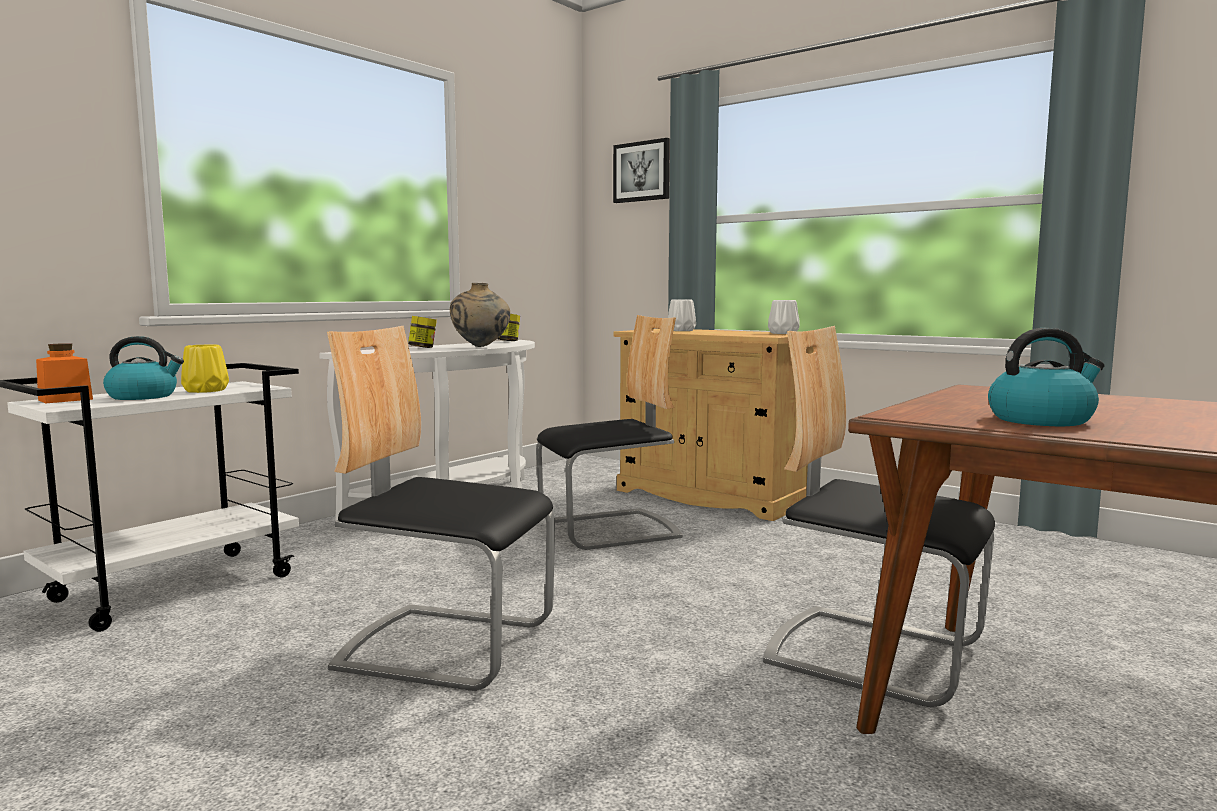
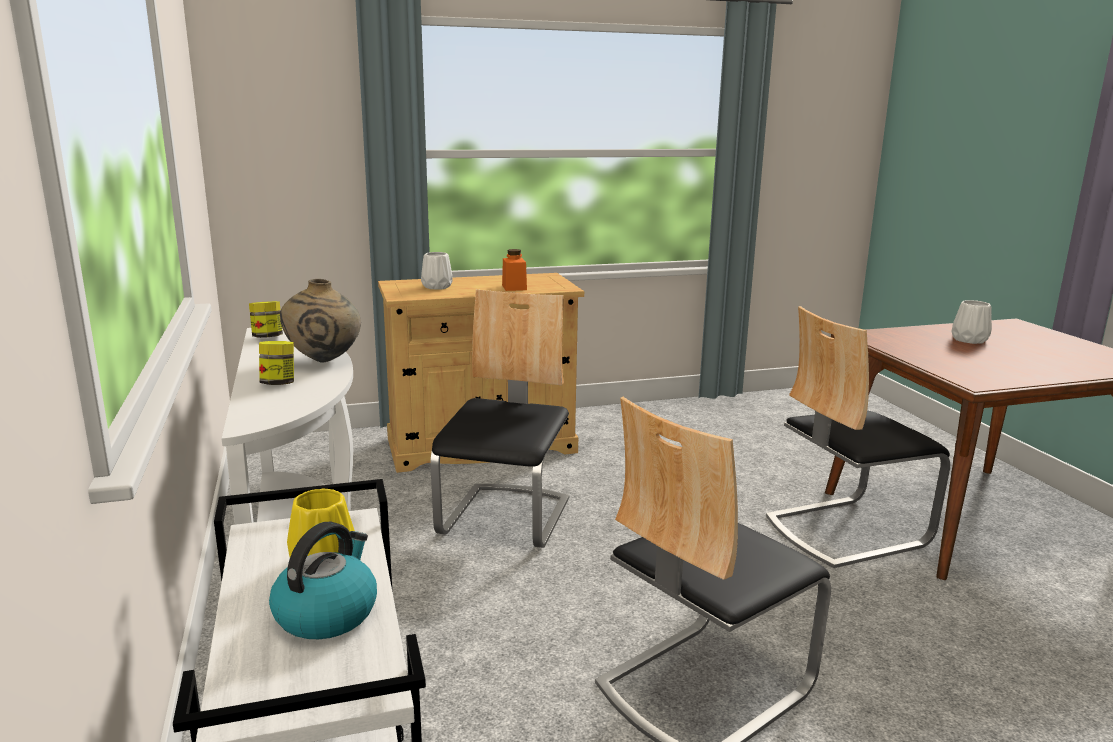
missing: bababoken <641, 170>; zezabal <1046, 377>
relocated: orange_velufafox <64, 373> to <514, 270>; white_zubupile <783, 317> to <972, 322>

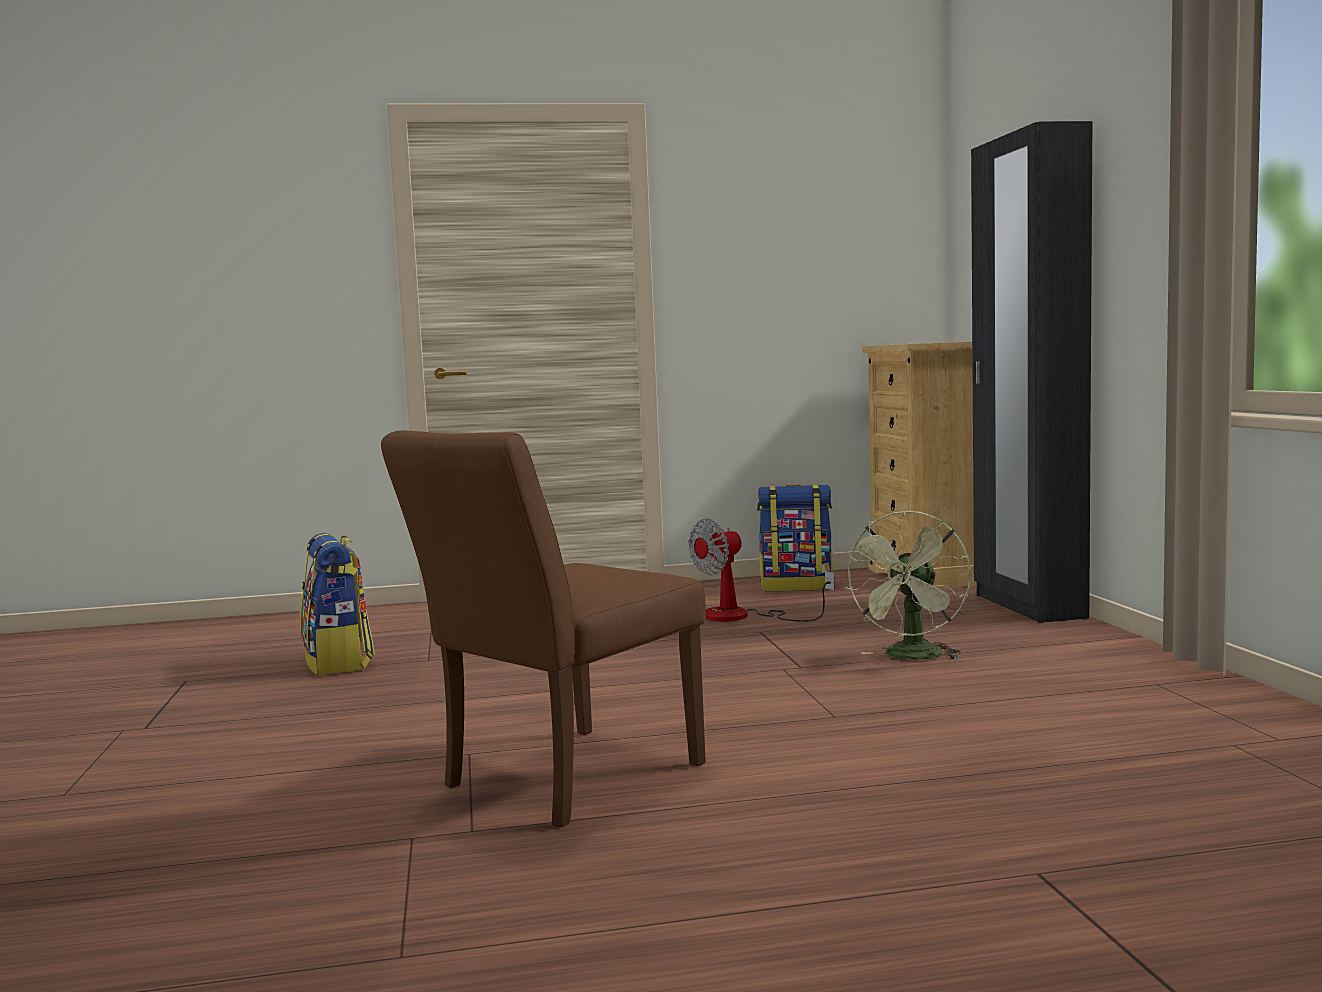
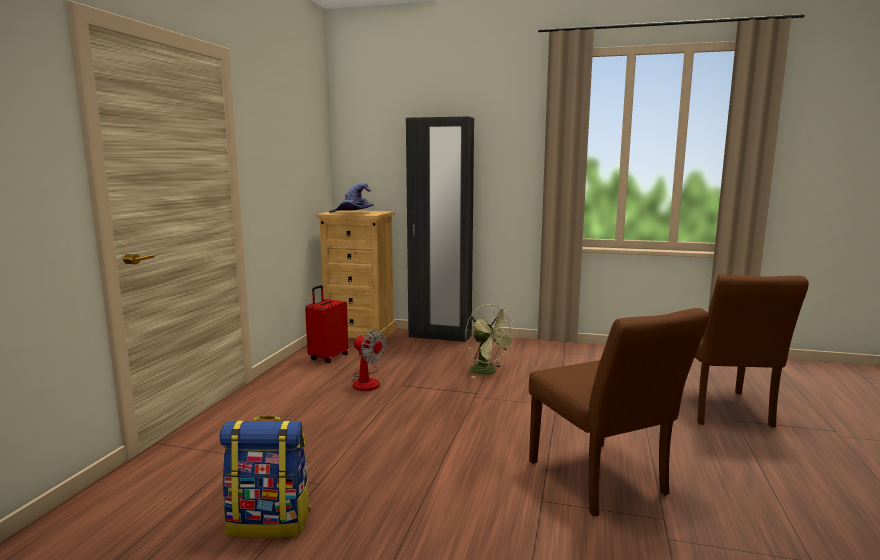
appeared: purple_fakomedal <351, 197>; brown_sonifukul <752, 351>
exchanged: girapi <795, 538> to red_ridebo <326, 324>
spun: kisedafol <761, 570> = <368, 360> 45 degrees counterclockwise

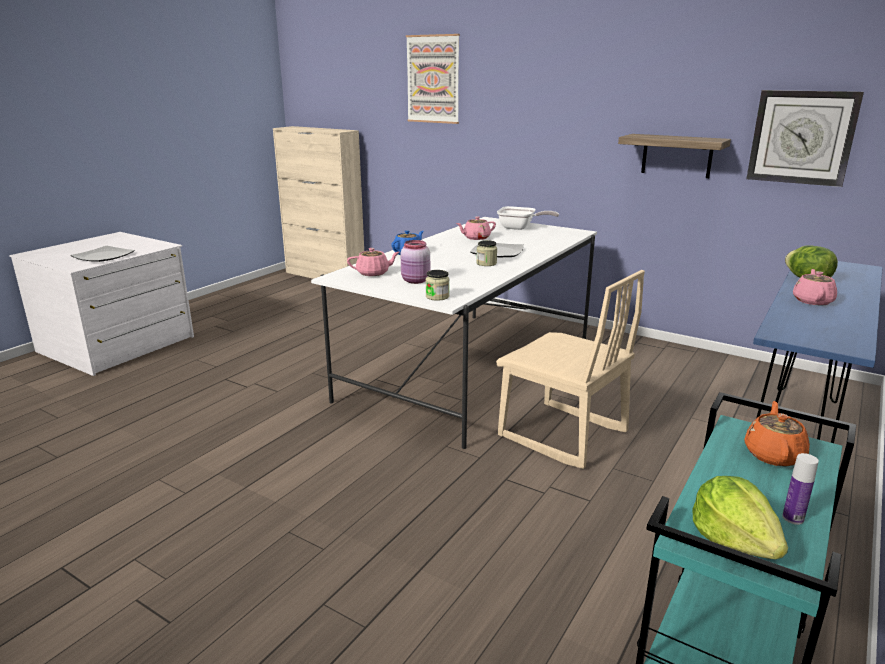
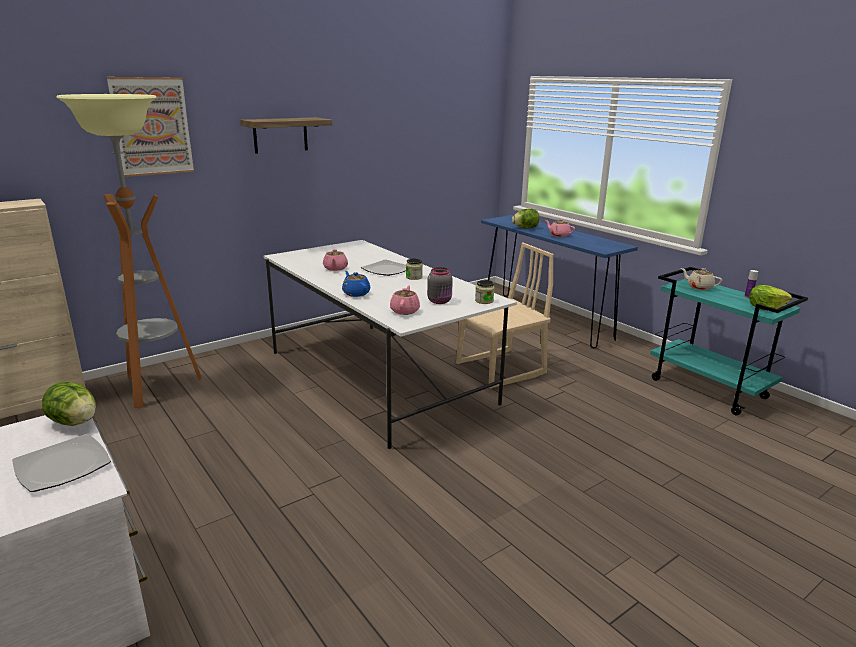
missing: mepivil <528, 218>; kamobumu <805, 138>
appeared: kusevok <69, 404>; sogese <129, 251>
relocated: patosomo <674, 156> to <286, 135>
colour: pink_velufafox <415, 262> to grey_velufafox <440, 285>; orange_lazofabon <777, 434> to beige_lazofabon <701, 279>

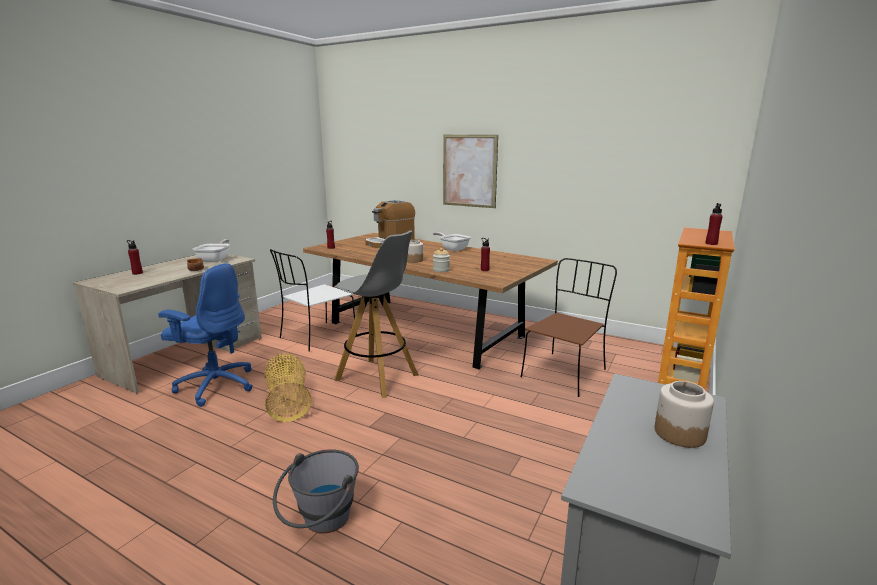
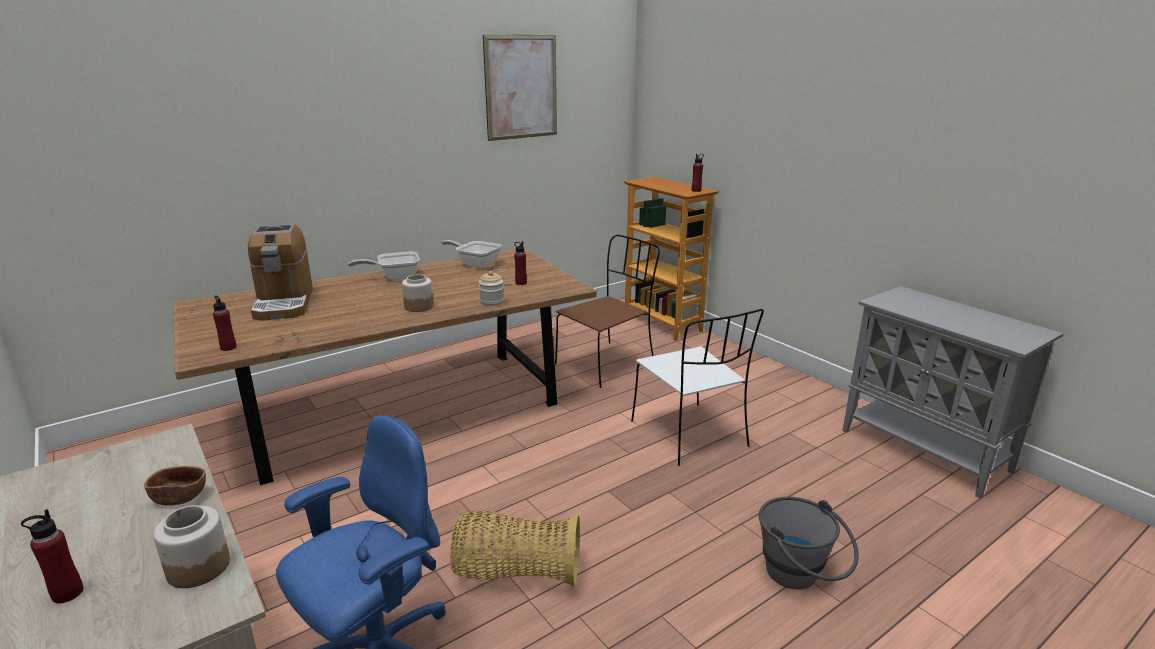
missing: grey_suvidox <376, 314>
relocated: mepivil <211, 250> to <472, 254>; white_sonifukul <313, 300> to <697, 387>; bababoken <470, 171> to <520, 88>; velufafox <684, 414> to <191, 546>
spun: brown_sonifukul <569, 327> = <607, 311> 75 degrees clockwise

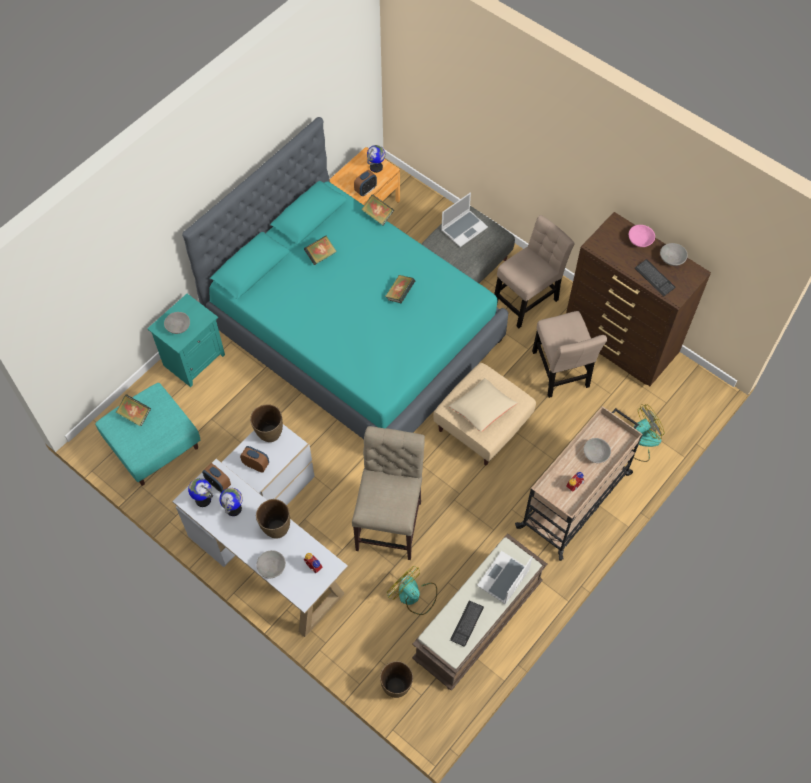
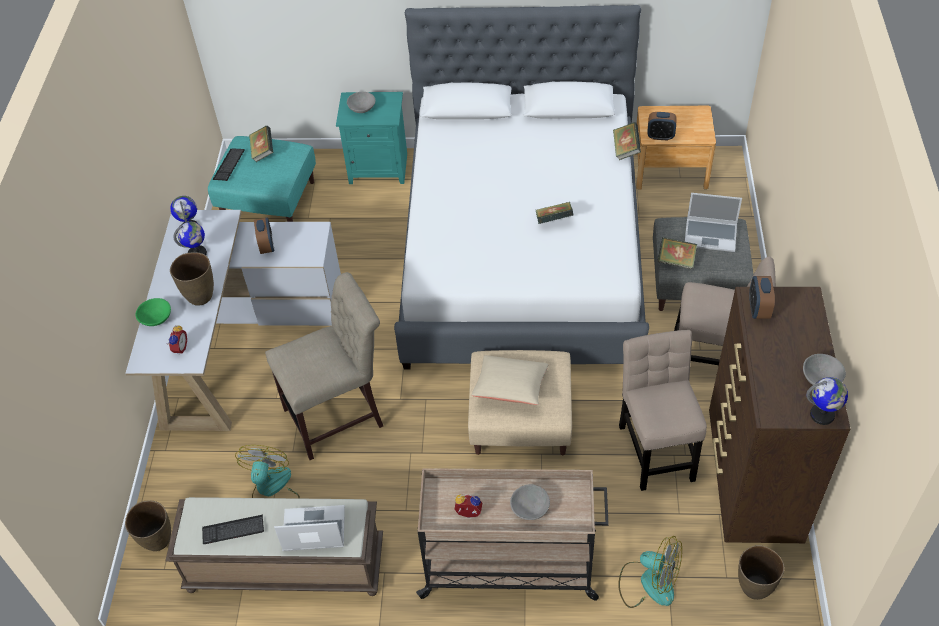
missing: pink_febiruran <642, 236>
relocated: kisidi <216, 478> to <762, 297>; brown_zubupile <266, 423> to <761, 572>; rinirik <320, 250> to <677, 253>; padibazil <376, 159> to <827, 401>; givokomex <655, 277> to <228, 165>
colour: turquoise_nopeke <345, 278> to white_nopeke <521, 187>; grey_febiruran <271, 564> to green_febiruran <153, 312>
spun: beige_sonifukul <569, 354> = <663, 410> 135 degrees clockwise

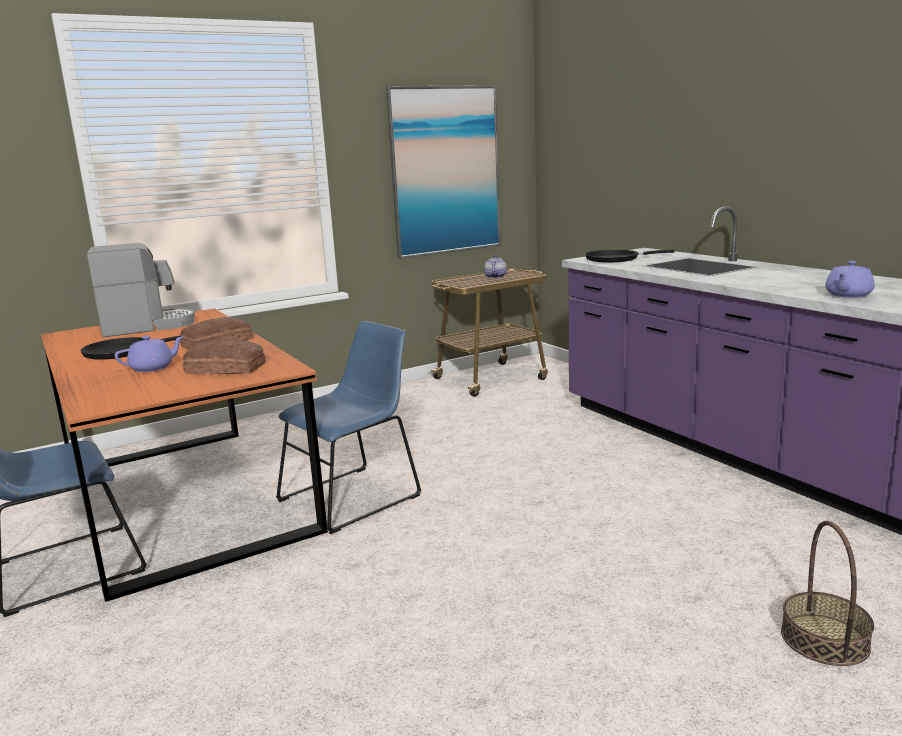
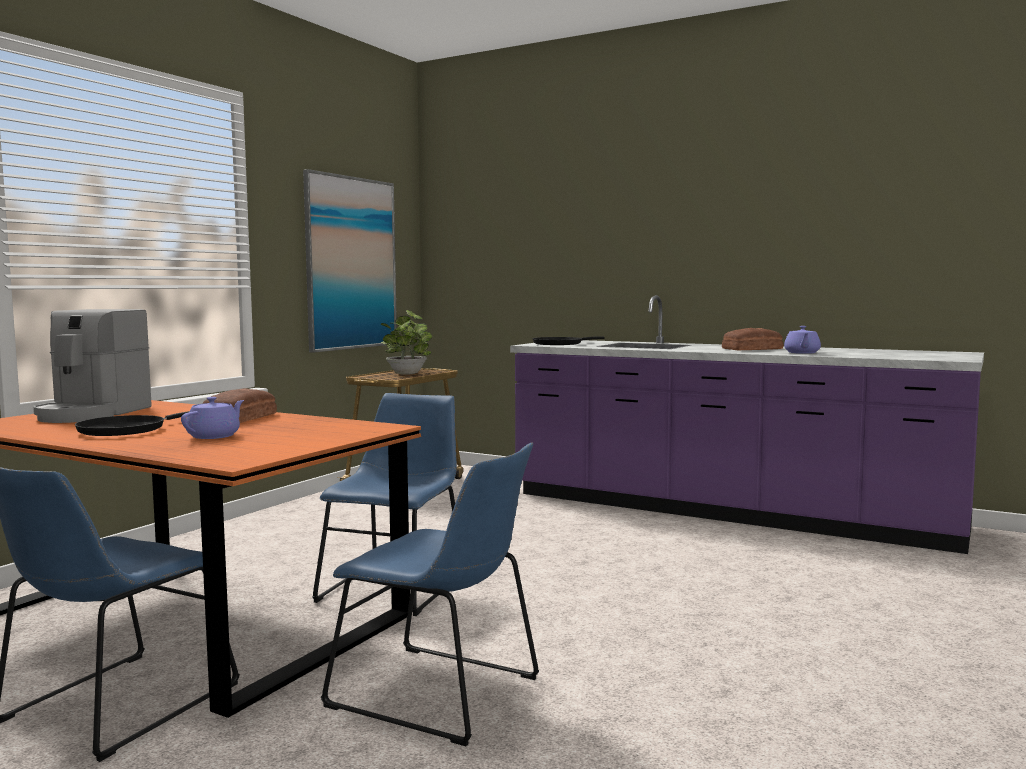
missing: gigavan <827, 593>
appeared: blue_sonifukul <430, 594>
relocated: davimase <224, 357> to <752, 339>
exchanged: lazofabon <495, 266> to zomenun <406, 342>
spun: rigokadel <141, 290> = <92, 366> 150 degrees clockwise

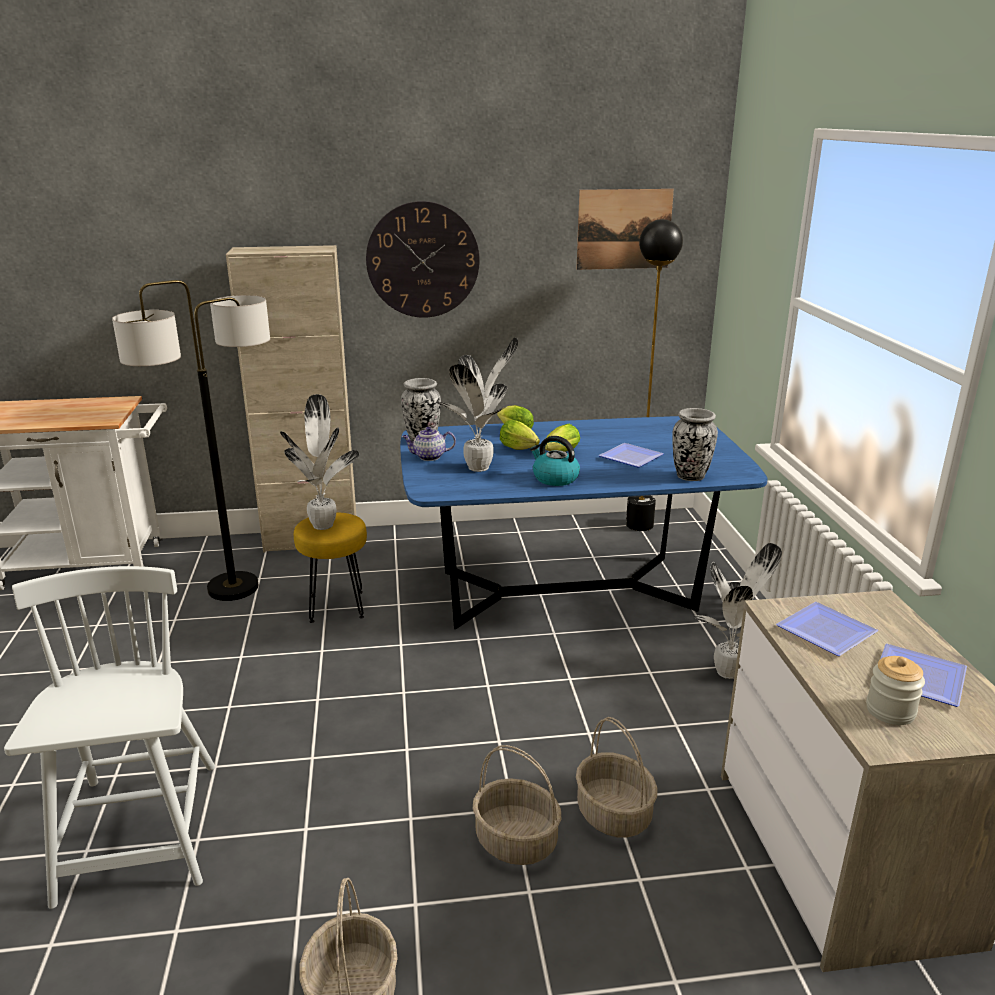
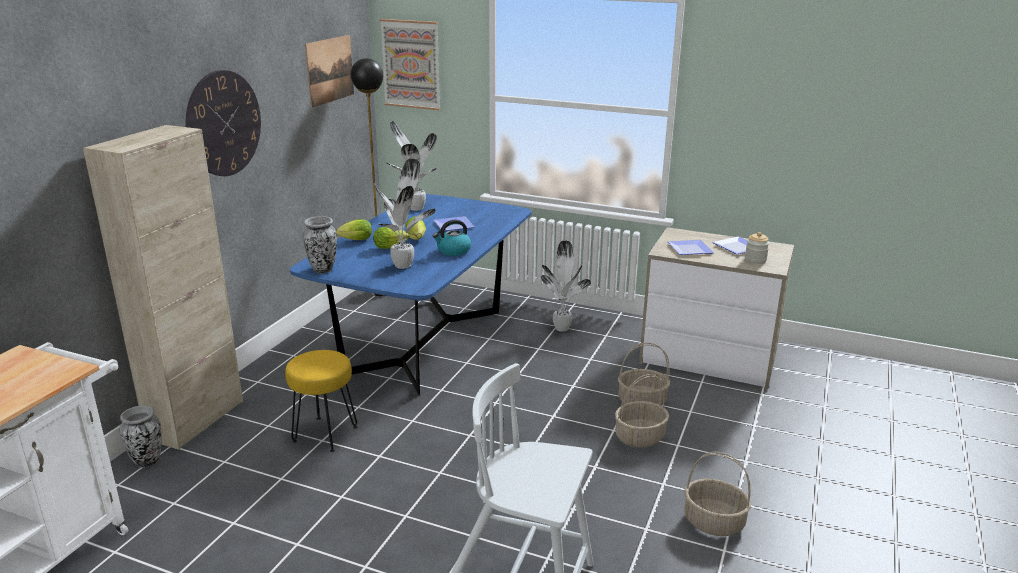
missing: sogese <191, 440>; lazofabon <429, 444>
appeared: bababoken <410, 64>
relocated: zomenun <319, 462> to <412, 166>; zubupile <695, 444> to <140, 436>

